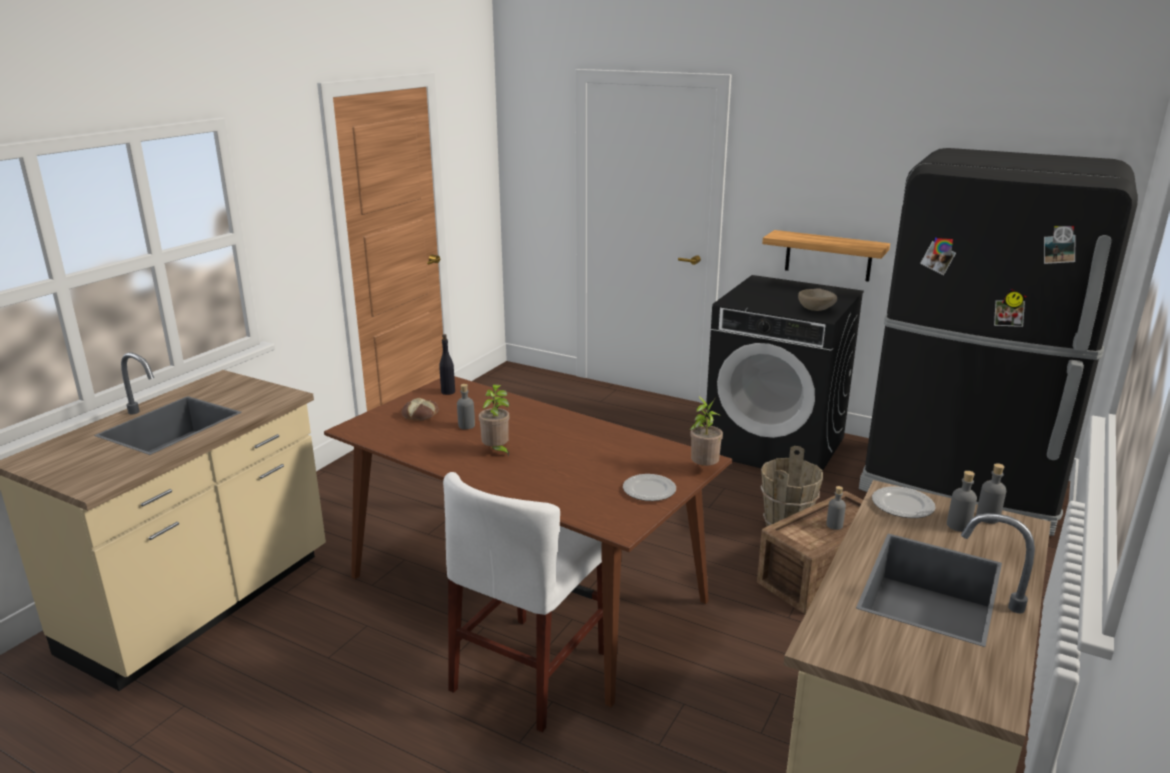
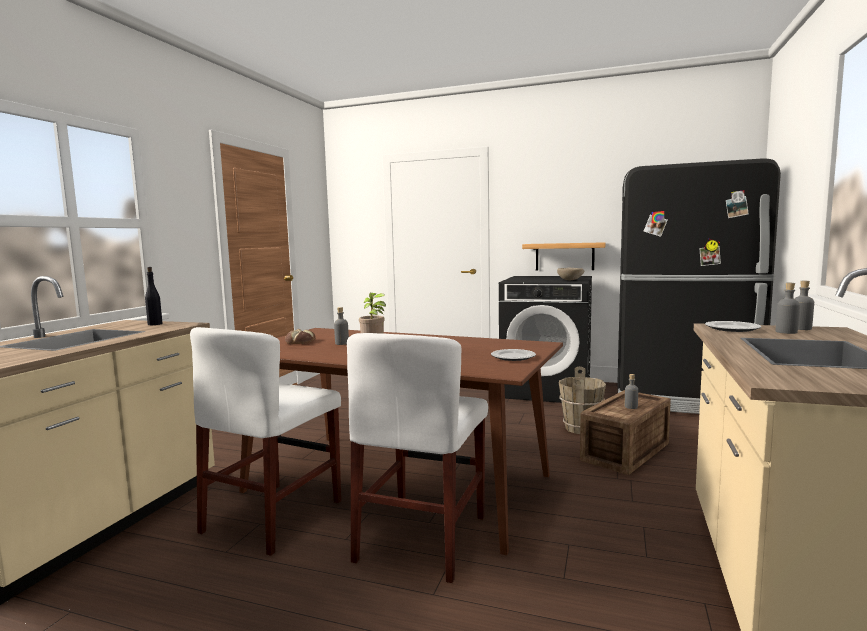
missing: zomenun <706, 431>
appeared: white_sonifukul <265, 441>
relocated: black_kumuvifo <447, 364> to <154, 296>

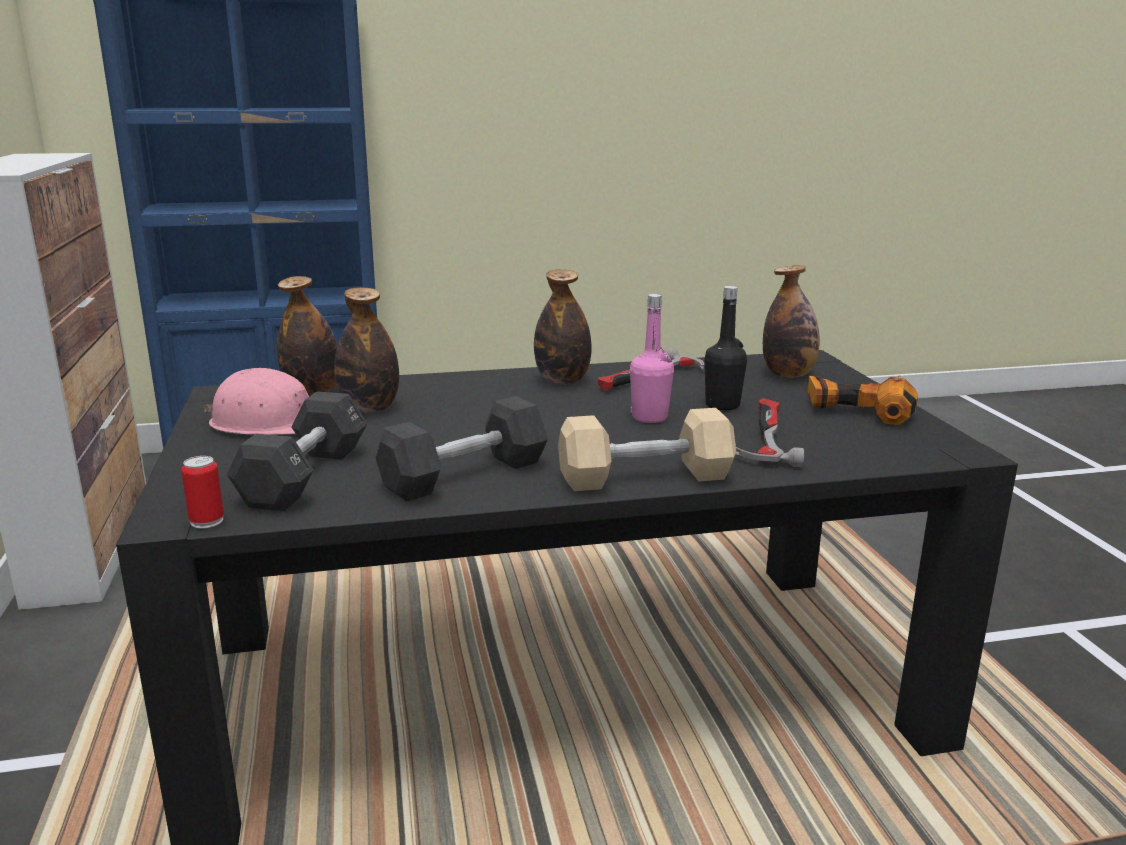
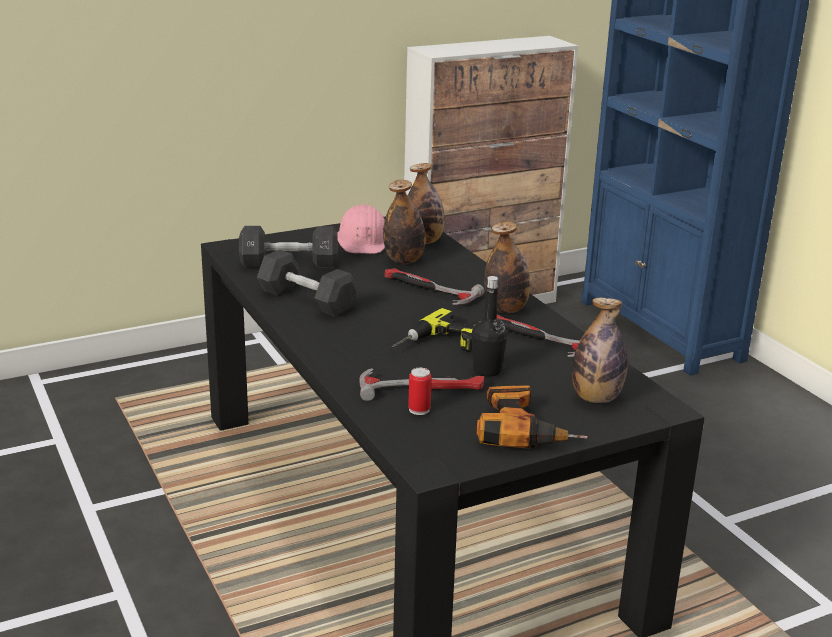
missing: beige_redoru <647, 449>
appeared: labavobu <434, 287>
relocated: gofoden <202, 492> to <420, 391>
exchanged: pink_kumuvifo <652, 358> to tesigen <436, 330>

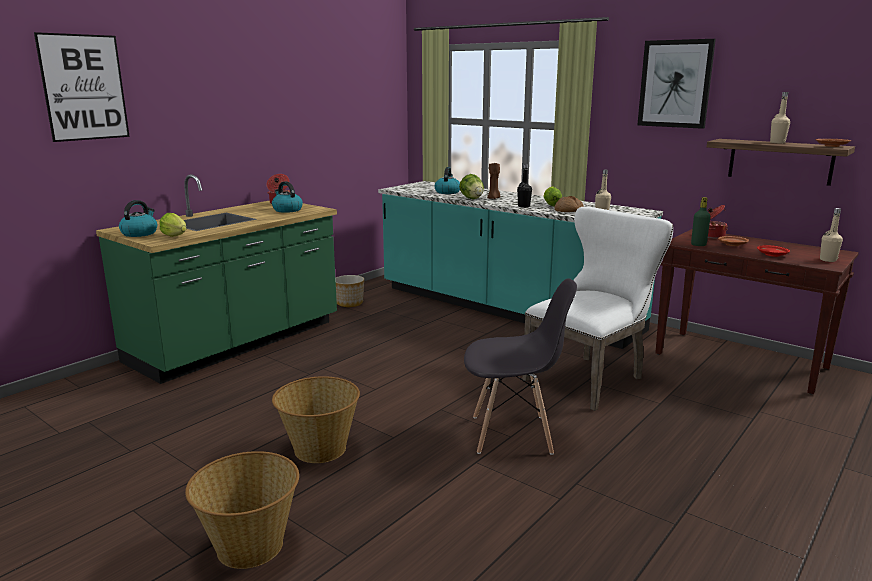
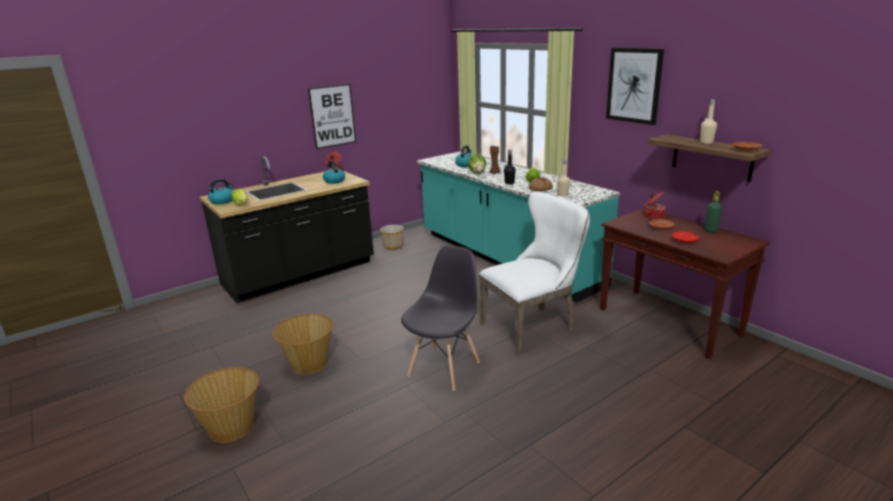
missing: beige_kumuvifo <831, 235>
relocated: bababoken <82, 87> to <332, 116>; green_kumuvifo <701, 221> to <713, 212>
colour: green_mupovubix <216, 279> to black_mupovubix <286, 230>
spun: grey_sonifukul <520, 366> = <440, 318> 75 degrees counterclockwise

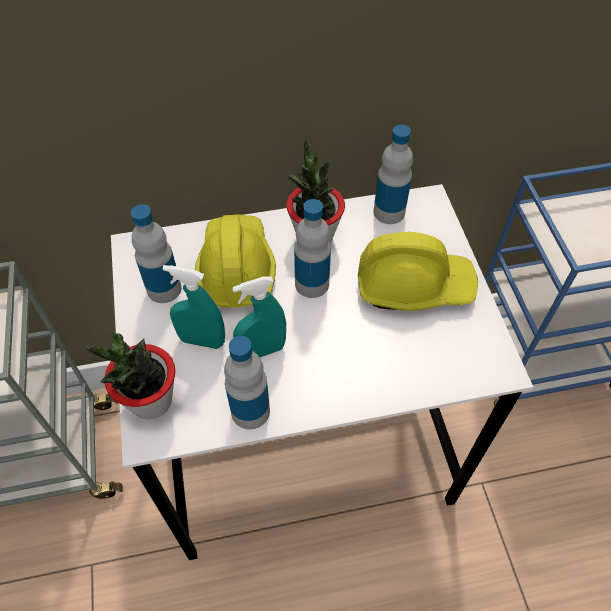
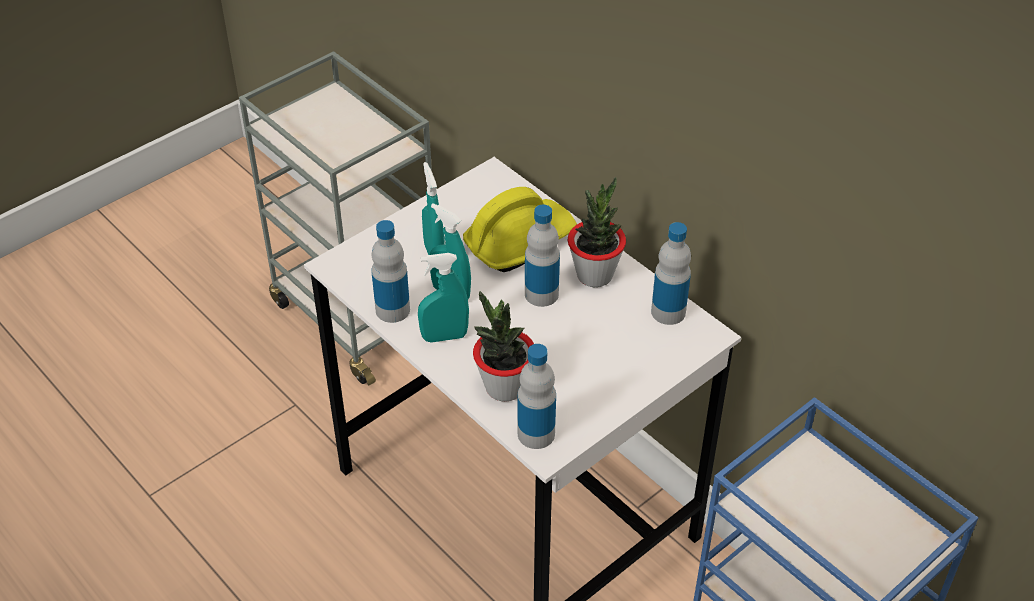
missing: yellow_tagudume <418, 271>
appeared: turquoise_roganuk <443, 298>
relocated: zomenun <130, 376> to <503, 346>; kumuvifo <156, 253> to <537, 396>

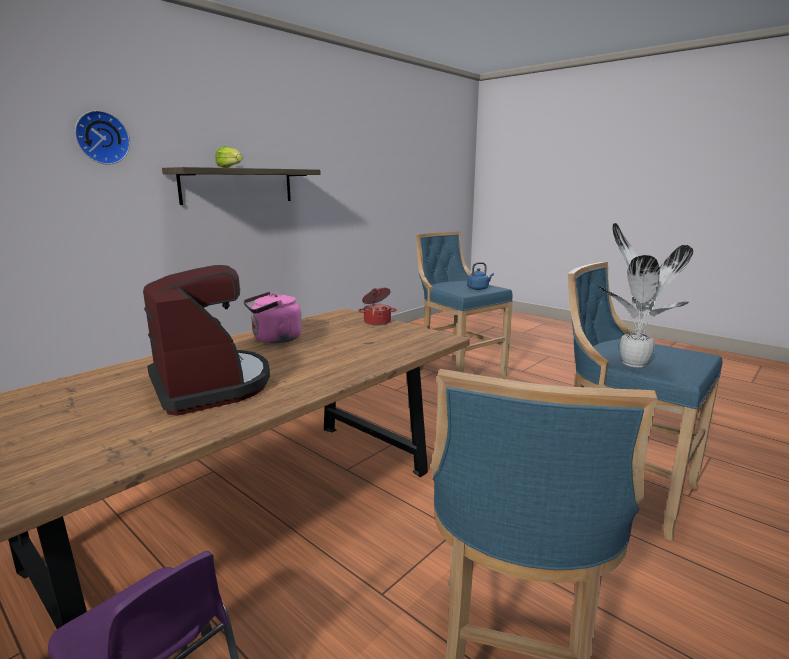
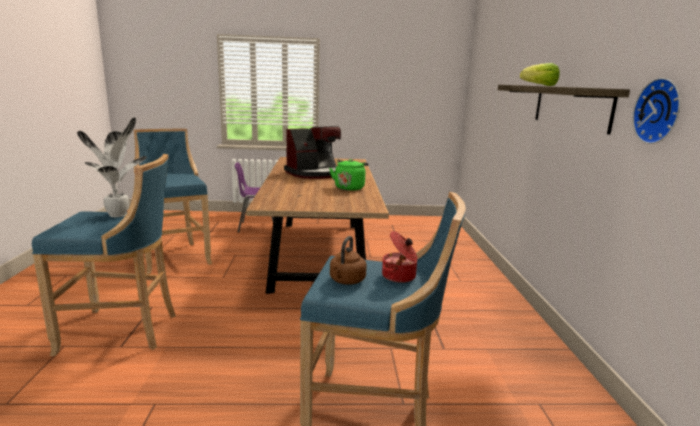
relocated: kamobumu <102, 137> to <656, 111>; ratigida <377, 306> to <399, 257>
colour: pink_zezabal <272, 317> to green_zezabal <349, 175>; blue_zezabal <480, 276> to brown_zezabal <348, 260>
spun: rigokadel <206, 340> = <312, 152> 45 degrees counterclockwise

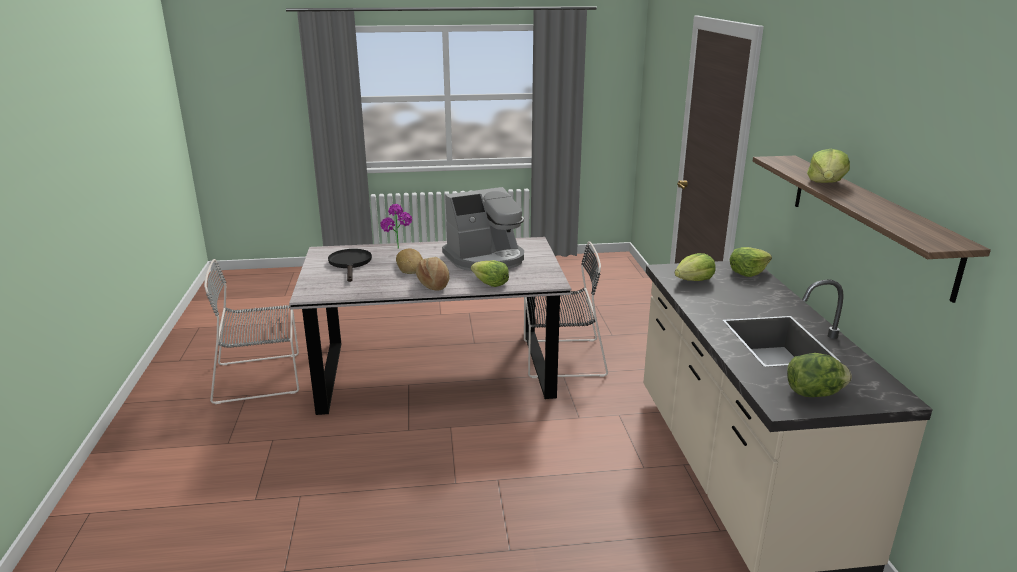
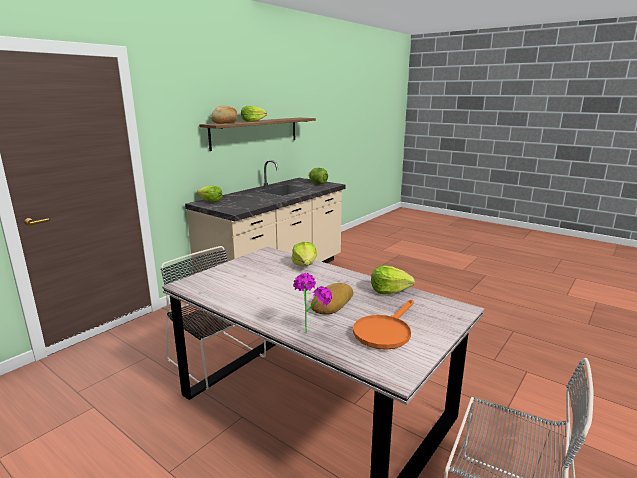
missing: rigokadel <483, 229>
relocated: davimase <433, 273> to <224, 115>; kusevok <695, 267> to <393, 279>
colour: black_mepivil <350, 265> to orange_mepivil <383, 325>

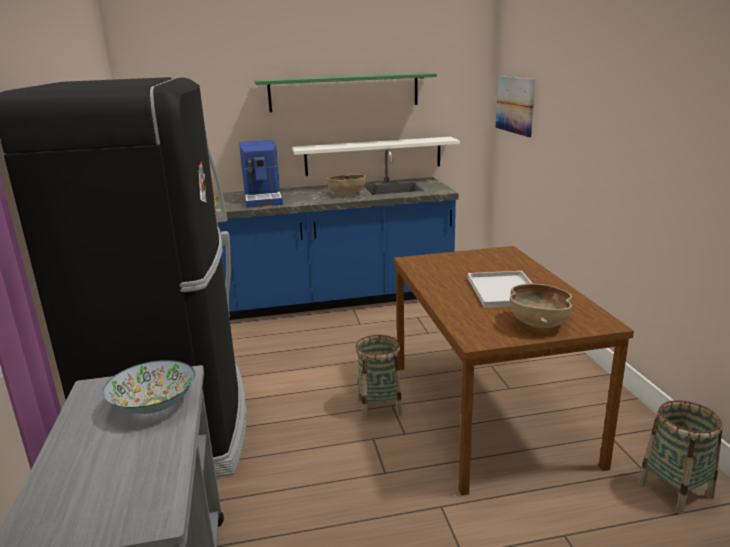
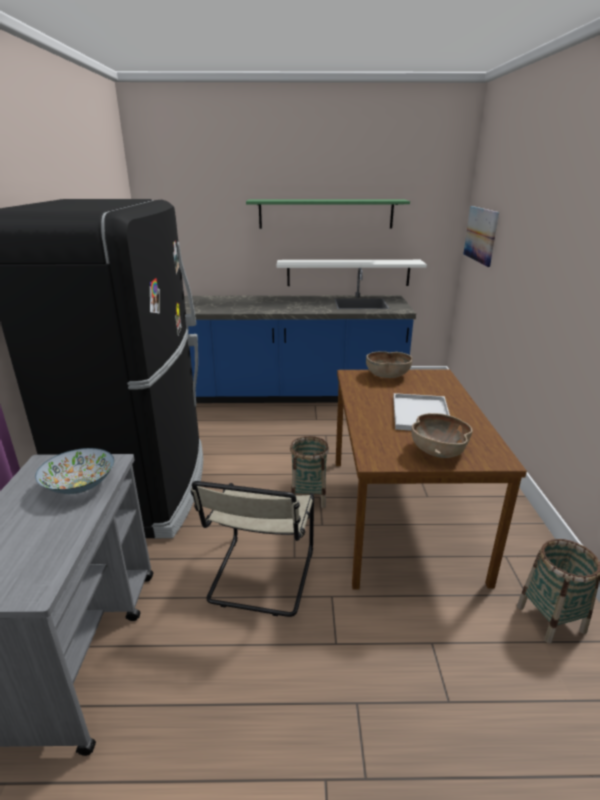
missing: rigokadel <261, 174>
appeared: beige_sonifukul <252, 549>
relocated: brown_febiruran <346, 184> to <389, 364>

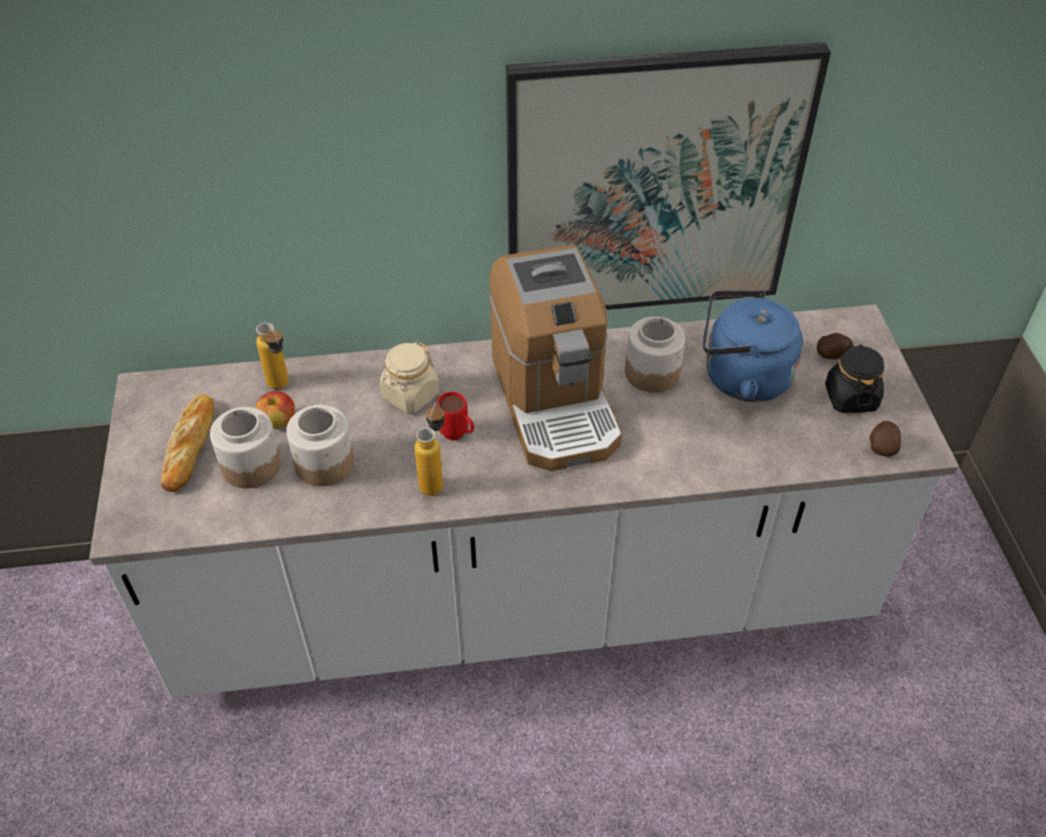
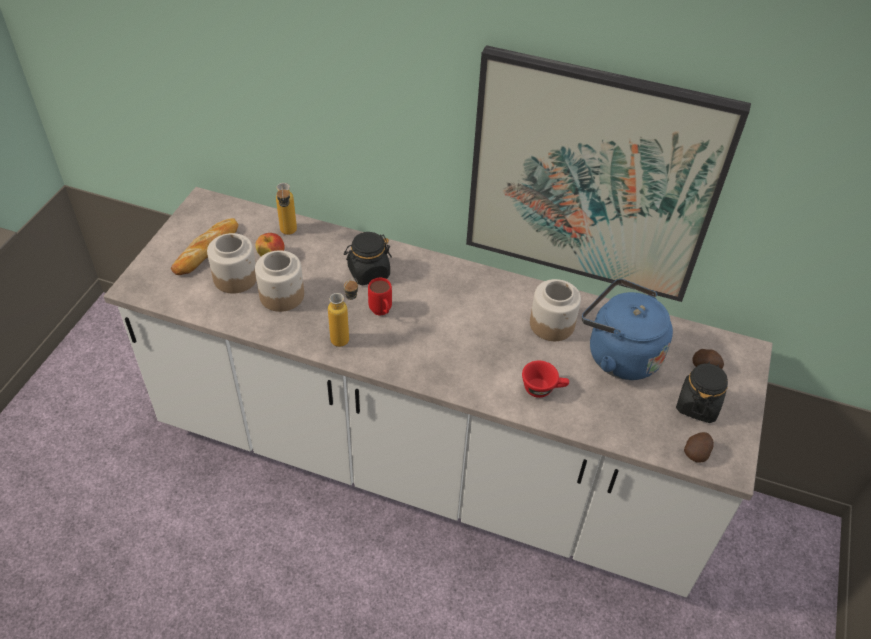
missing: rigokadel <555, 357>
appeared: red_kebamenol <545, 379>
colour: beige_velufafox <409, 377> to black_velufafox <368, 258>

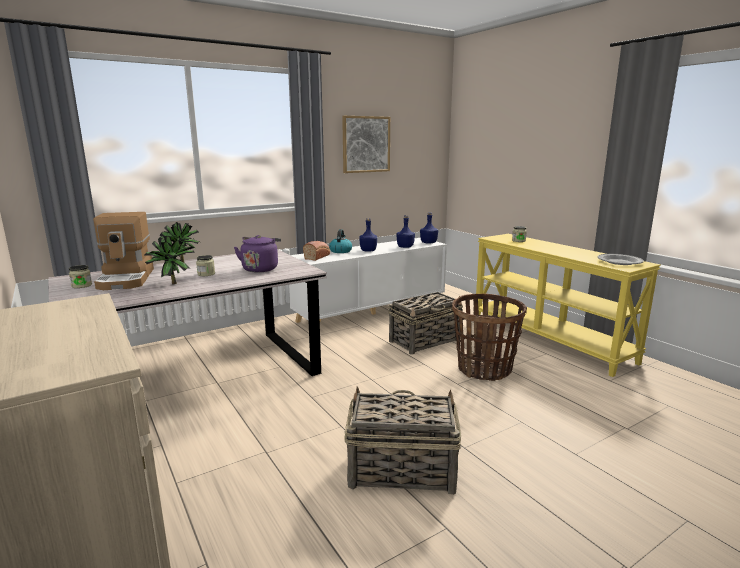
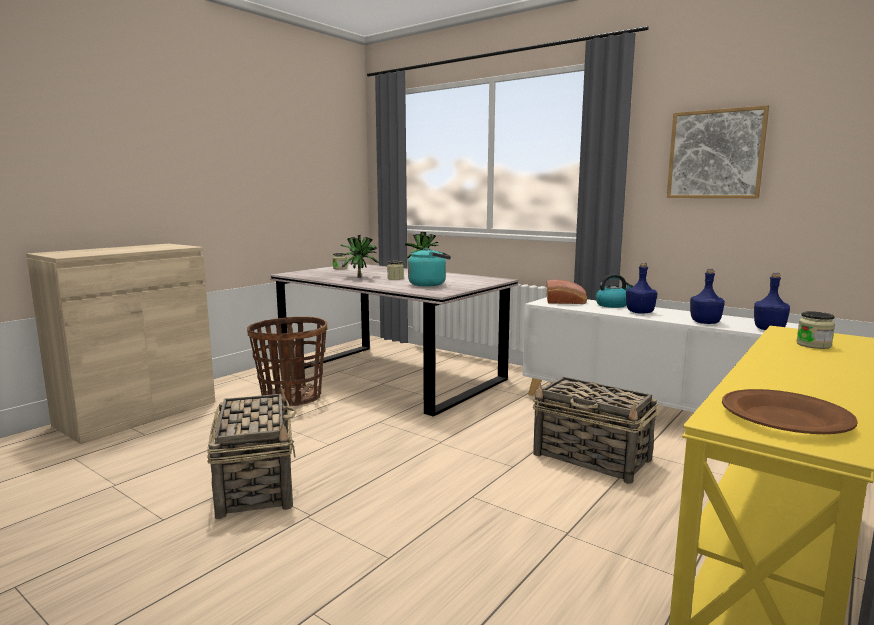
missing: rigokadel <123, 251>
relocated: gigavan <489, 337> to <287, 362>
colour: purple_zezabal <257, 253> to turquoise_zezabal <429, 267>; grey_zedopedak <621, 259> to brown_zedopedak <790, 411>

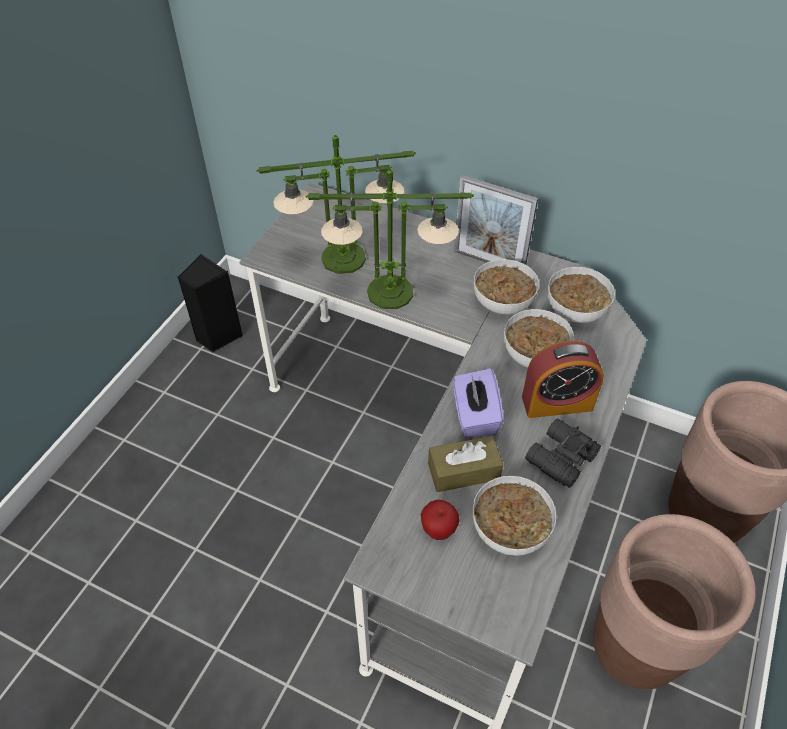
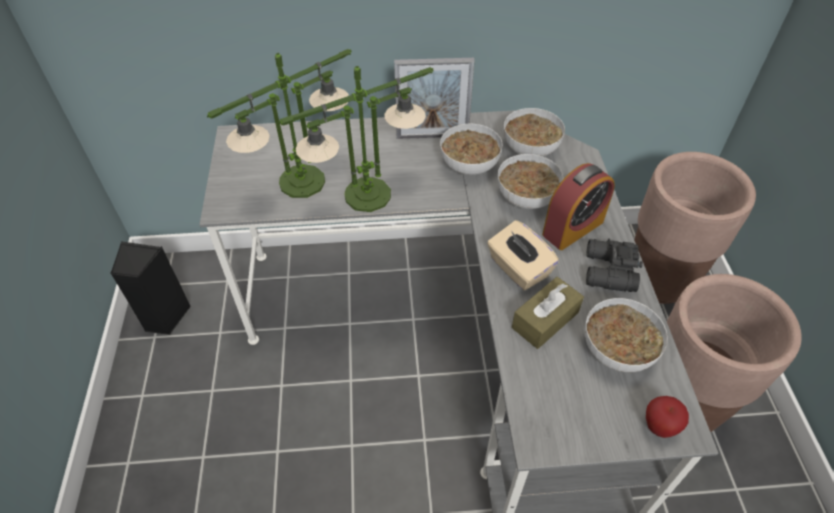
relocated: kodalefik <440, 520> to <667, 417>
colour: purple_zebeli <478, 402> to beige_zebeli <523, 255>

